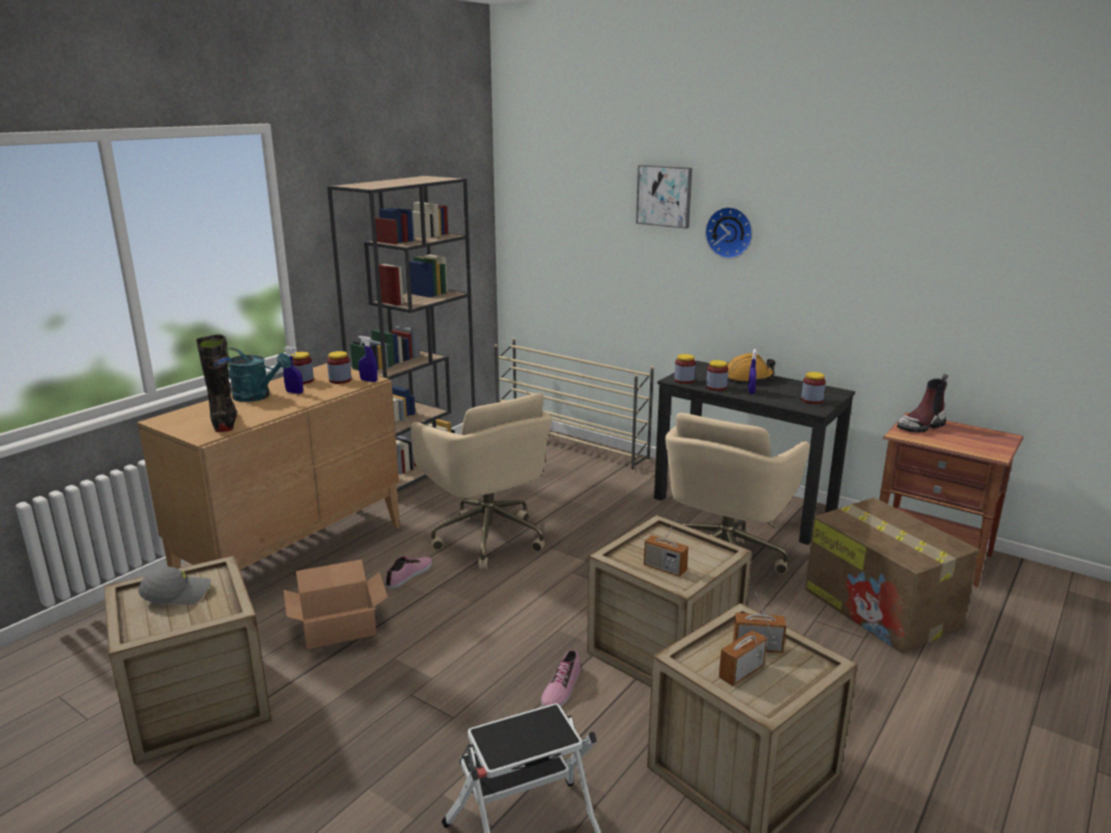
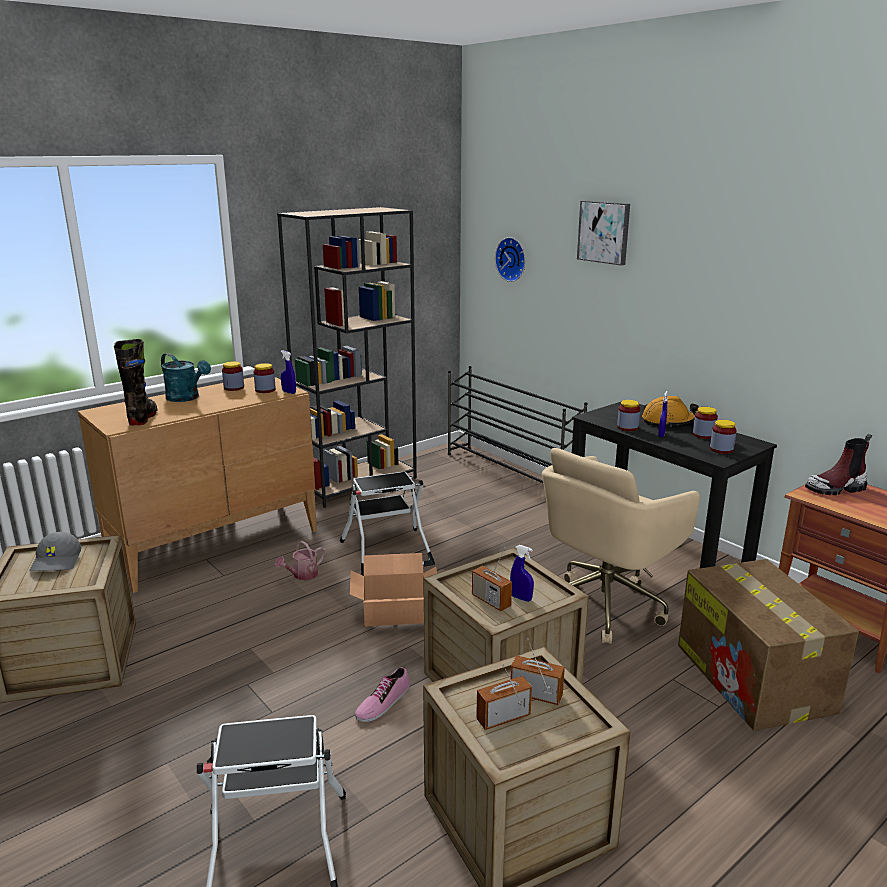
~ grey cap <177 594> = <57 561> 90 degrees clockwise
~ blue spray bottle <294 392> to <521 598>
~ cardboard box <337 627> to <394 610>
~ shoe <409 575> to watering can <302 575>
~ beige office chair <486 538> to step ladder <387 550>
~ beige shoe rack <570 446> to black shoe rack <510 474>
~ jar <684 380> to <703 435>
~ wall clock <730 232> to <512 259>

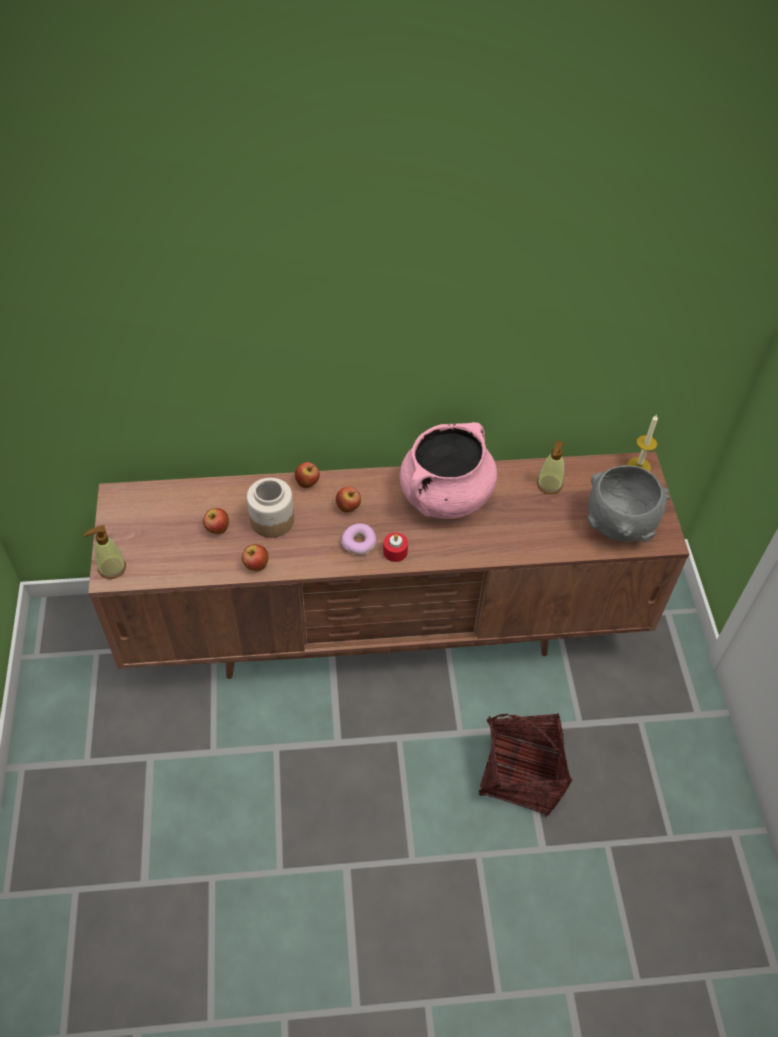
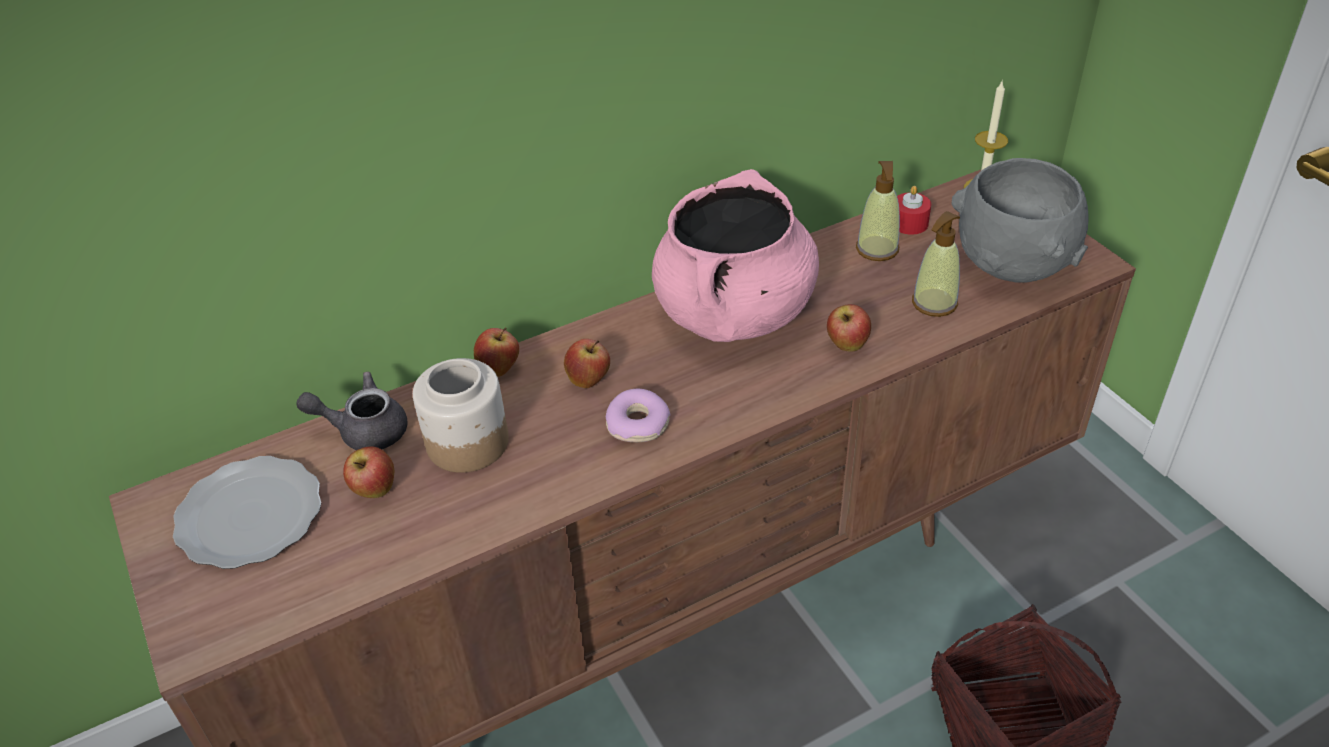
~ soap dispenser <111 568> to <934 303>
~ apple <256 565> to <847 345>
~ red candle <395 551> to <909 223>
+ plate <249 517>
+ grey teapot <364 430>

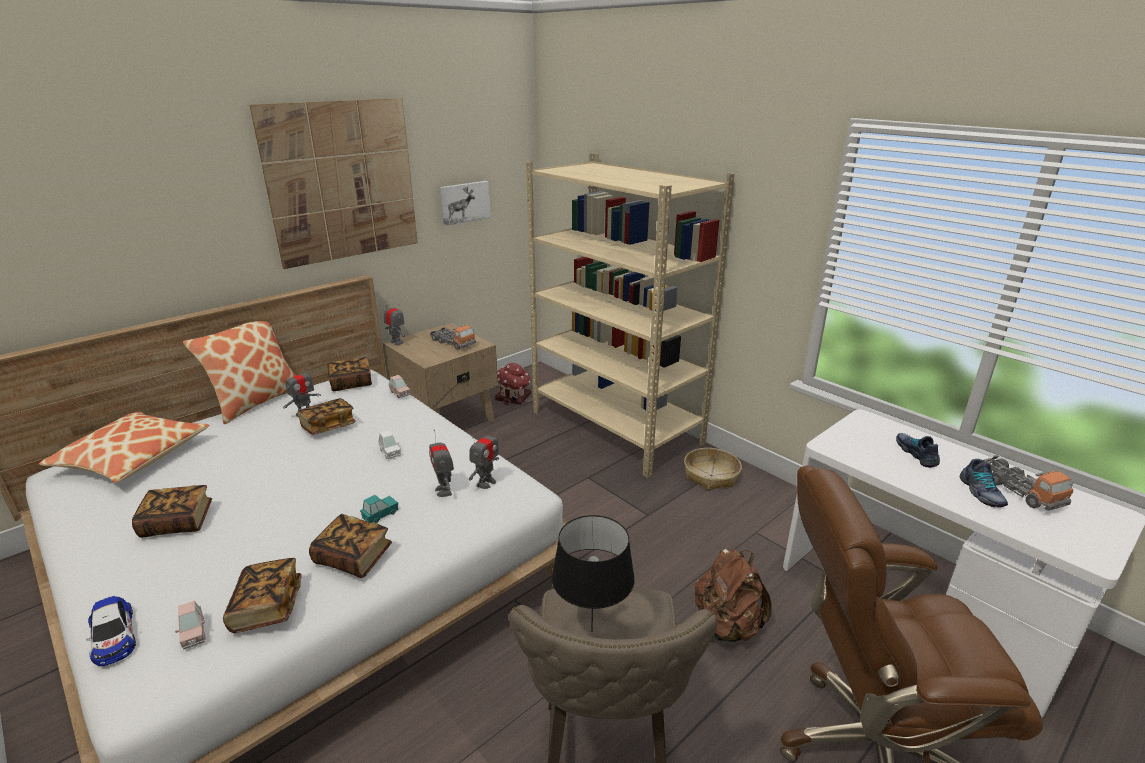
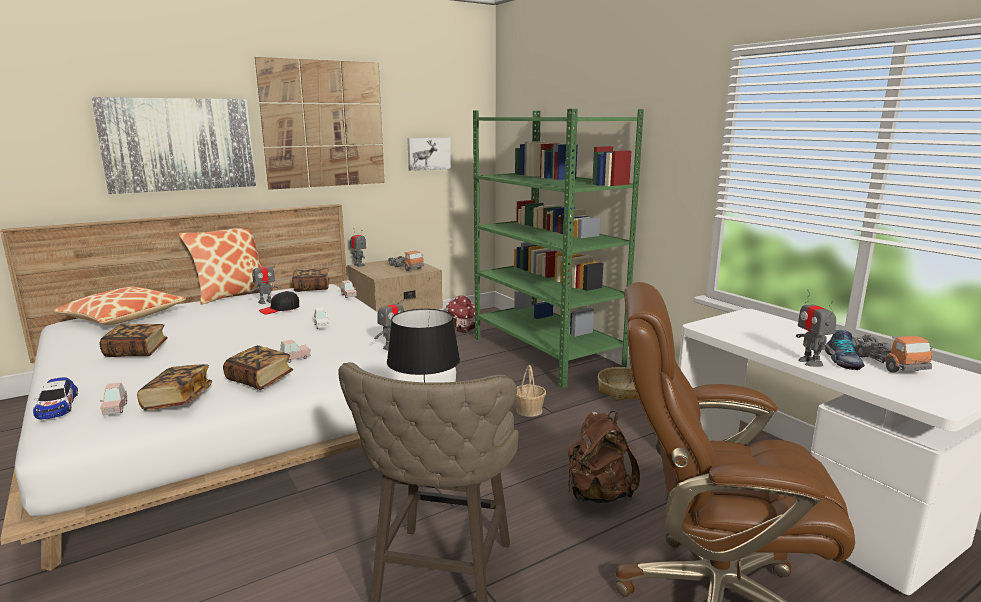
~ book <328 426> to black cap <280 309>
~ turquoise toy car <380 515> to pink toy car <295 358>
~ toy robot <444 491> to <810 362>
~ beige bookcase <615 427> to green bookcase <546 353>
- shoe <916 454>
+ picture <179 144>
+ basket <529 410>

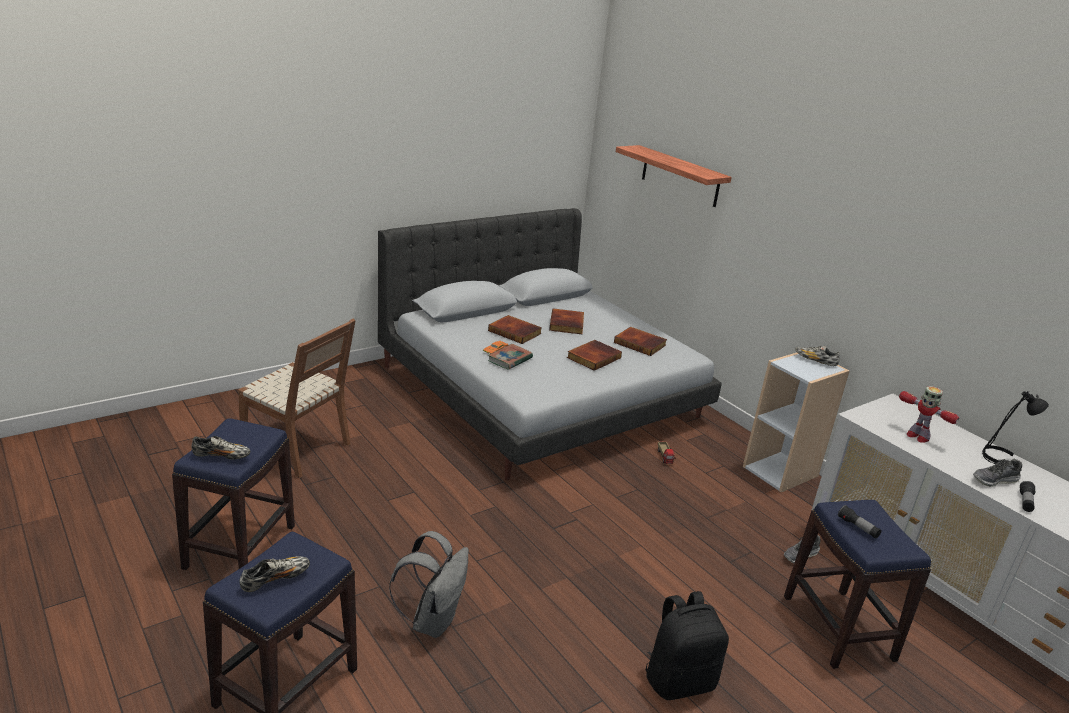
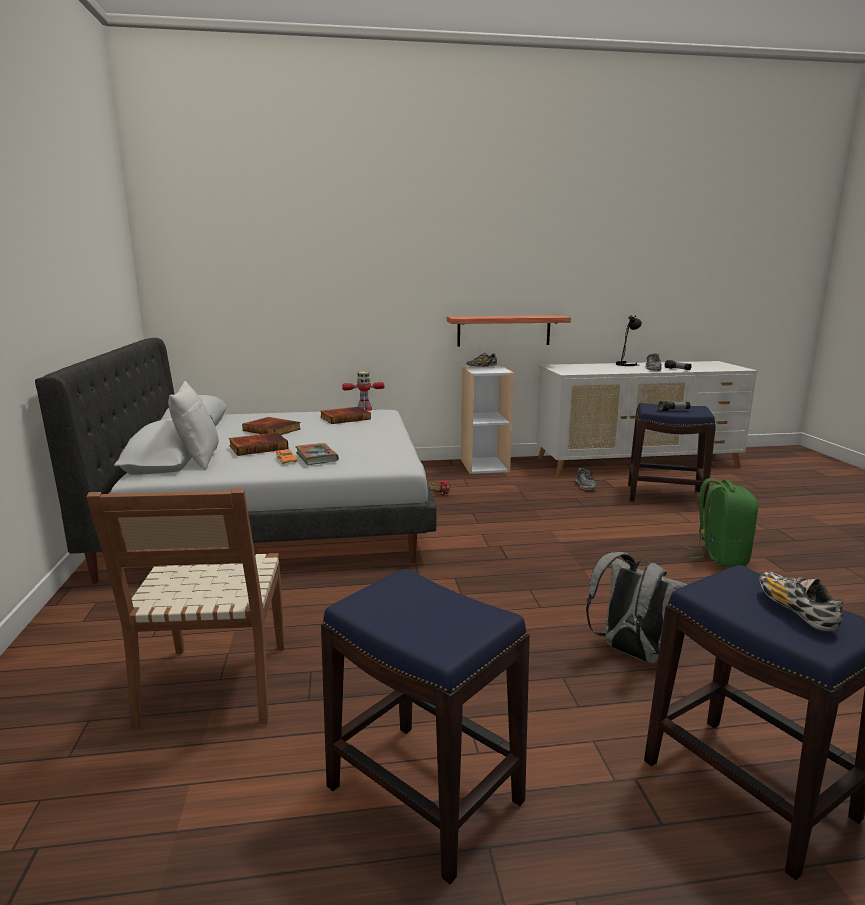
- shoe <221 456>
~ chair <299 450> = <214 691> 120 degrees clockwise
- book <593 357>
~ shelf <680 176> to <504 330>
~ black backpack <679 680> to green backpack <719 557>
~ toy robot <917 436> to <364 409>
+ grey pillow <198 459>

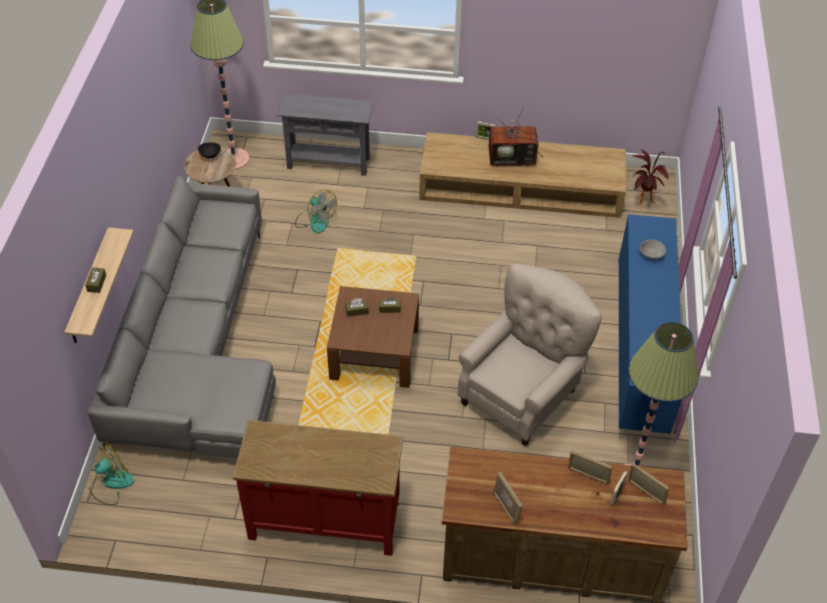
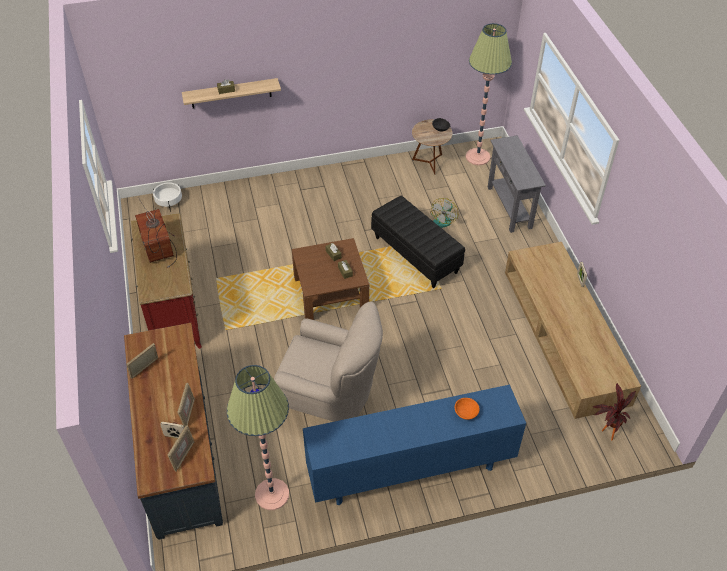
- grey sofa <196 347>
~ fan <111 483> to white planter <169 201>
~ television <513 158> to <159 248>
~ grey bowl <651 254> to orange bowl <466 412>
+ black ottoman <416 255>

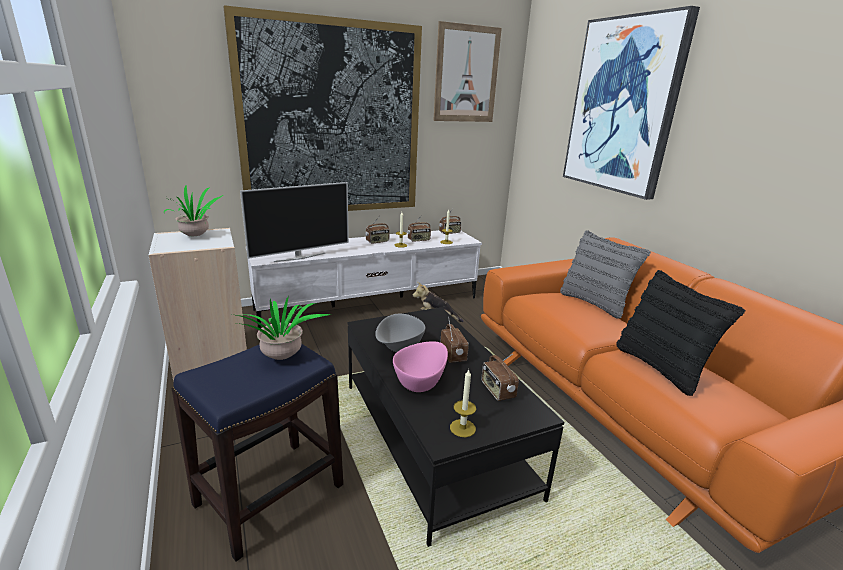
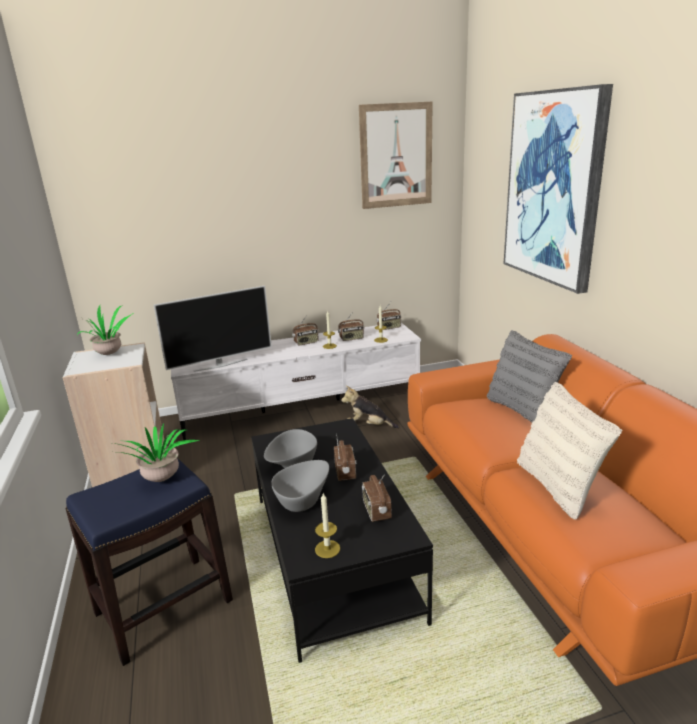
- picture <331 120>
~ pink bowl <421 381> to grey bowl <303 500>
~ black pillow <661 369> to beige pillow <559 488>

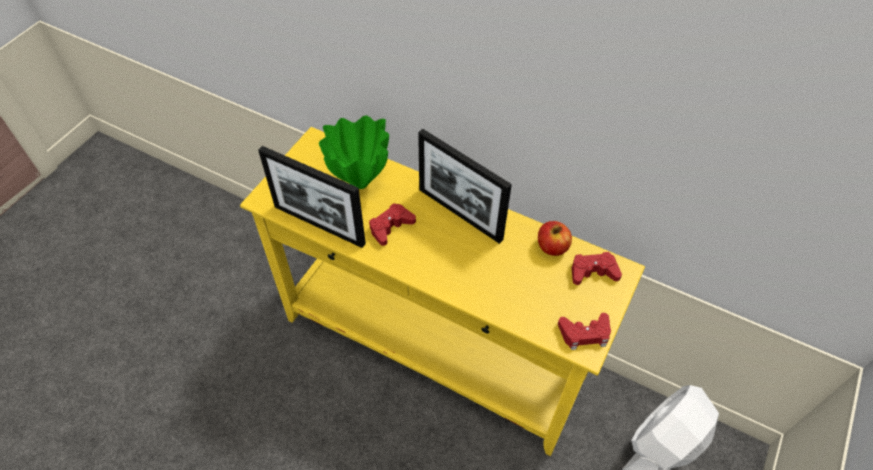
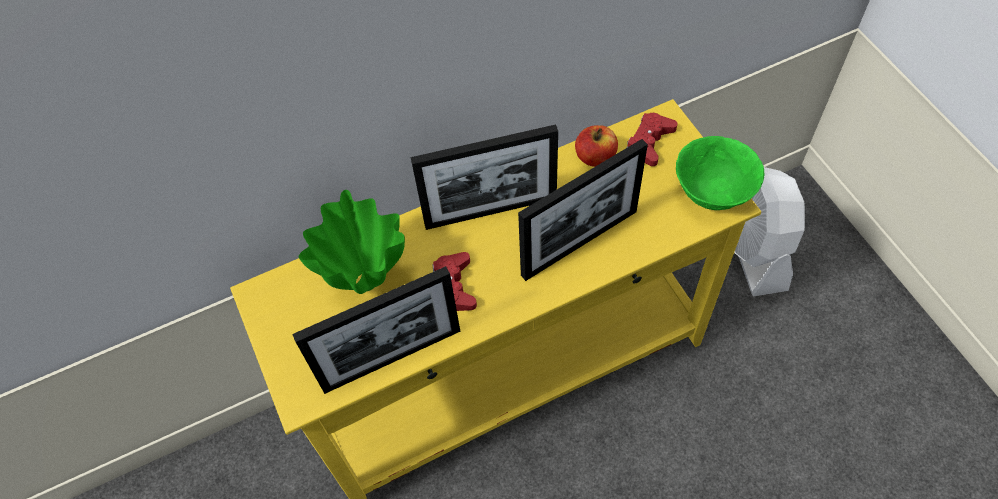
~ red game controller <584 334> to green bowl <713 194>
+ picture frame <579 243>

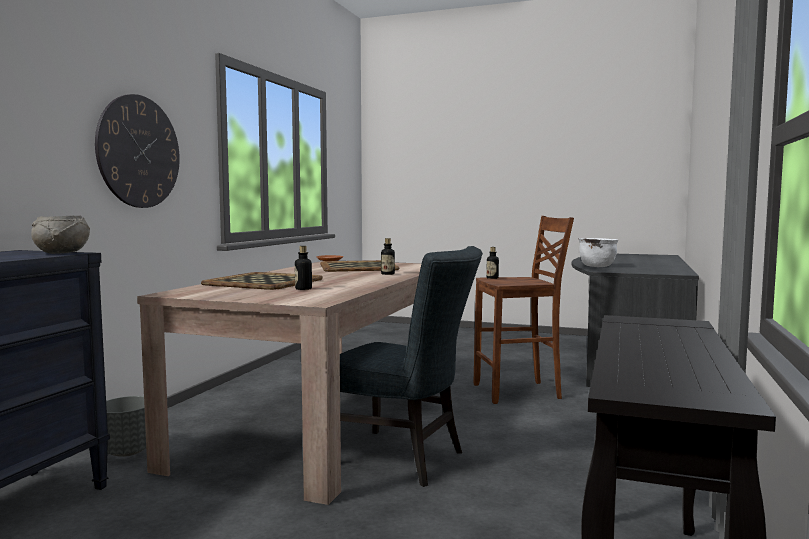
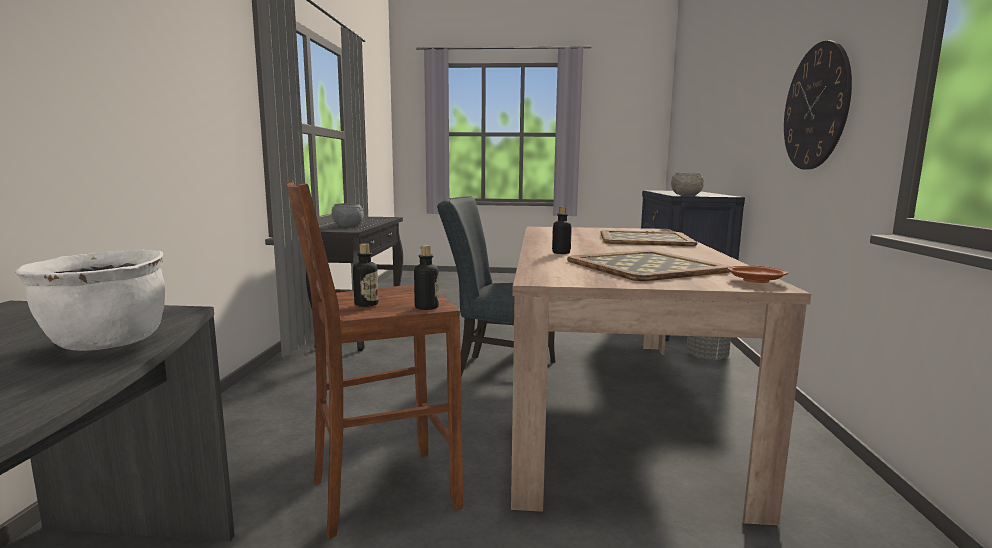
~ bottle <303 289> to <366 304>
+ grey bowl <347 226>

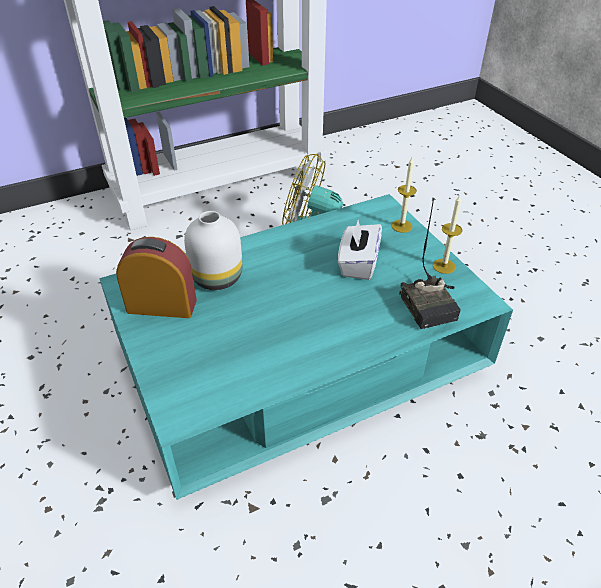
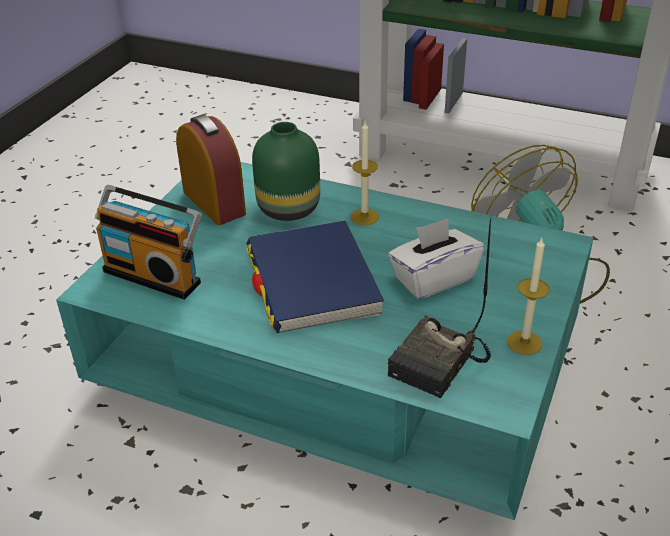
~ white vase <216 278> to green vase <287 209>
~ candle <401 226> to <364 217>
+ radio <155 274>
+ blue book <312 281>

